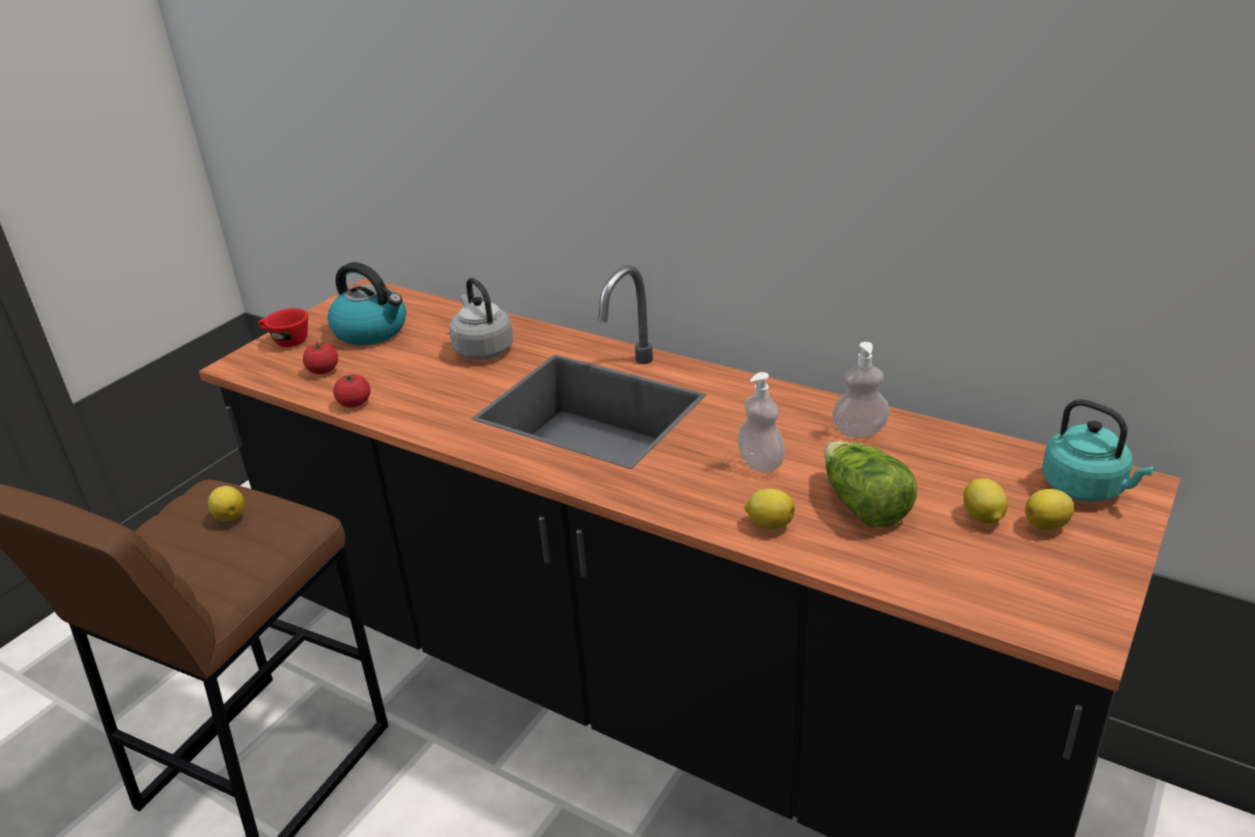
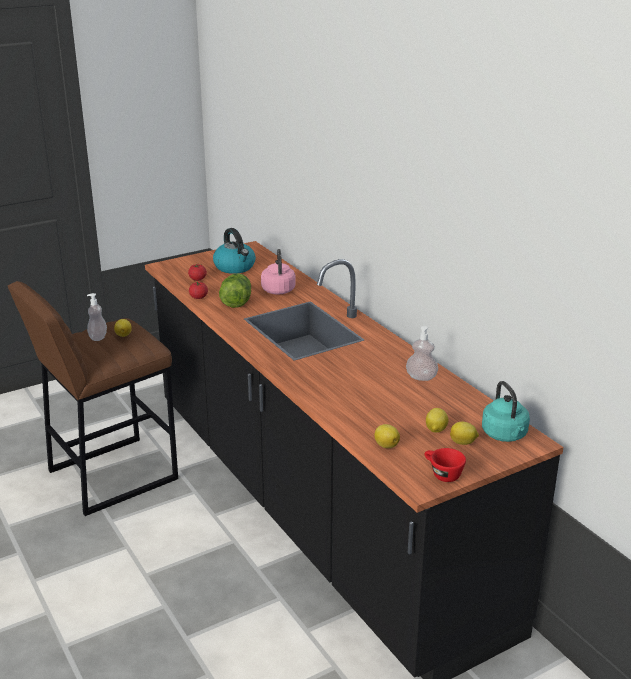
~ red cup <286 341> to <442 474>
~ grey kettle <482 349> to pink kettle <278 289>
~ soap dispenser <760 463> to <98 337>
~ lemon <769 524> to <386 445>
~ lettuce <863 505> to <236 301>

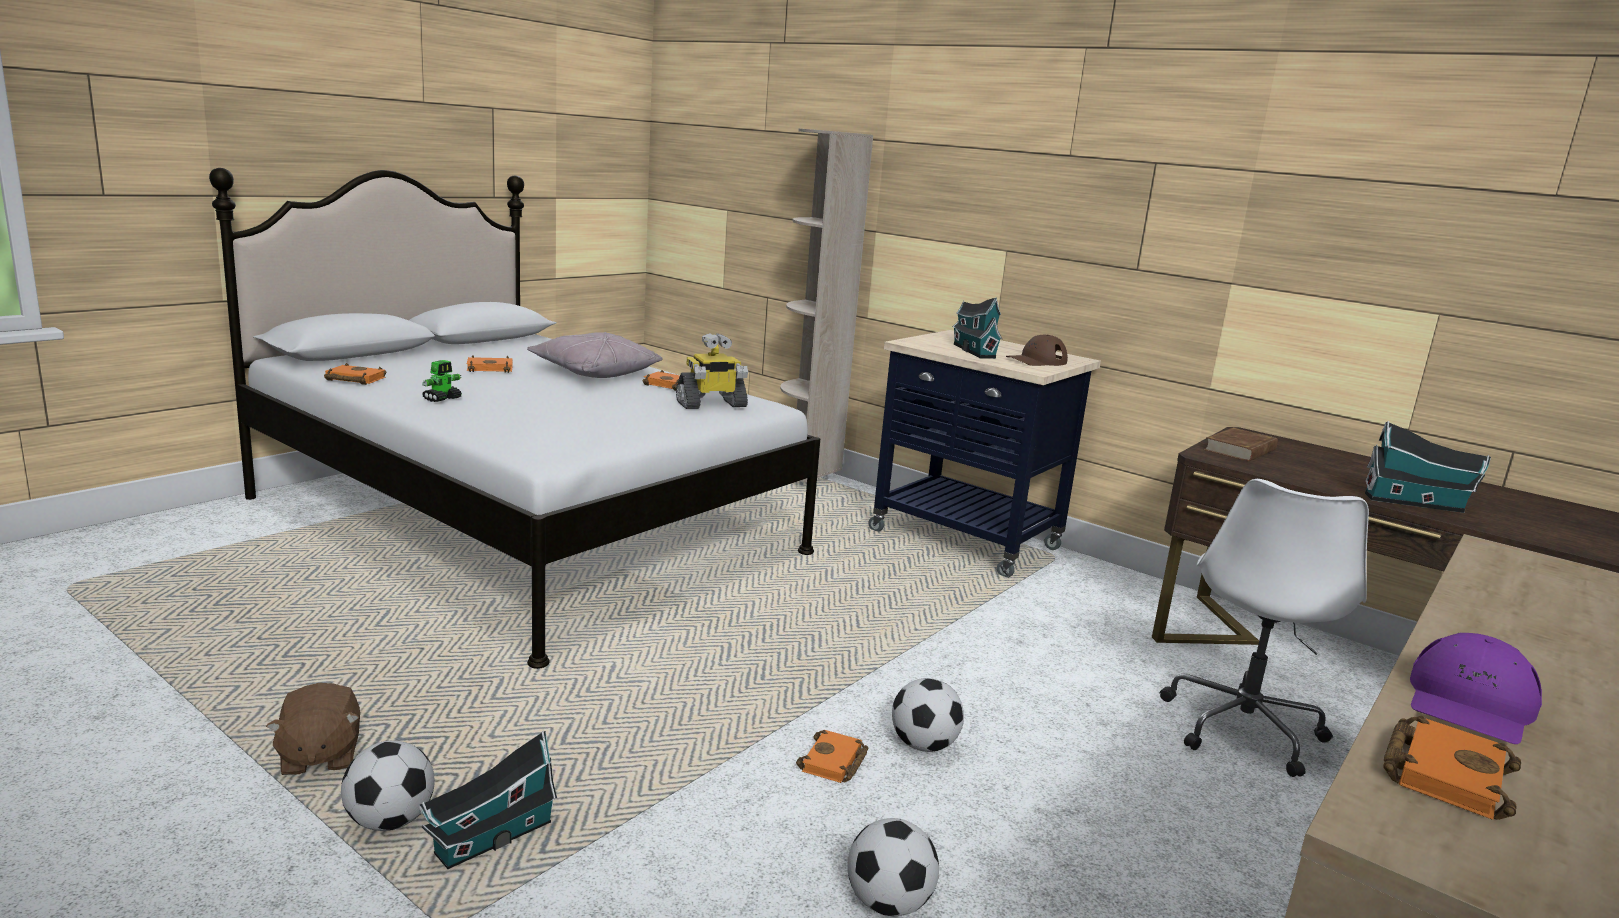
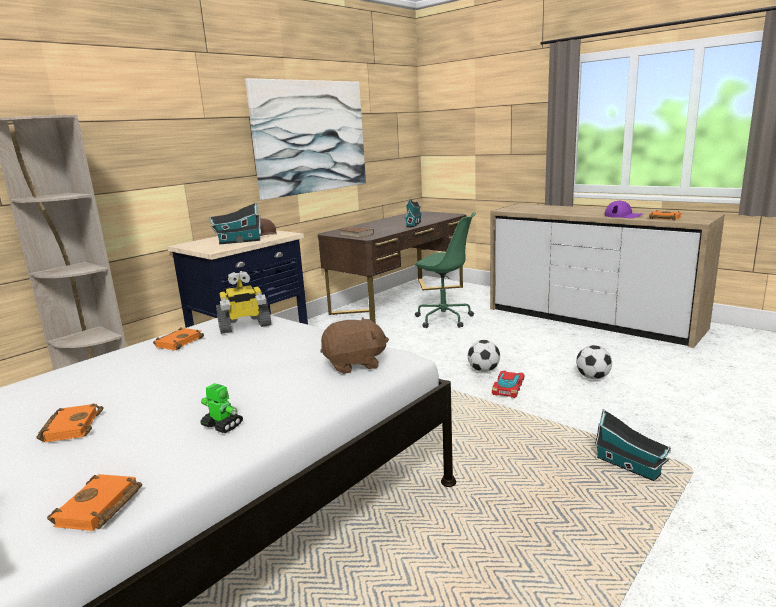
~ brown plush toy <319 757> to <355 364>
- football <390 821>
- purple pillow <594 372>
~ toy robot <711 404> = <244 326> 90 degrees clockwise
~ orange book <834 763> to toy car <508 388>
~ white office chair <1242 732> to green office chair <445 319>
+ picture <311 137>

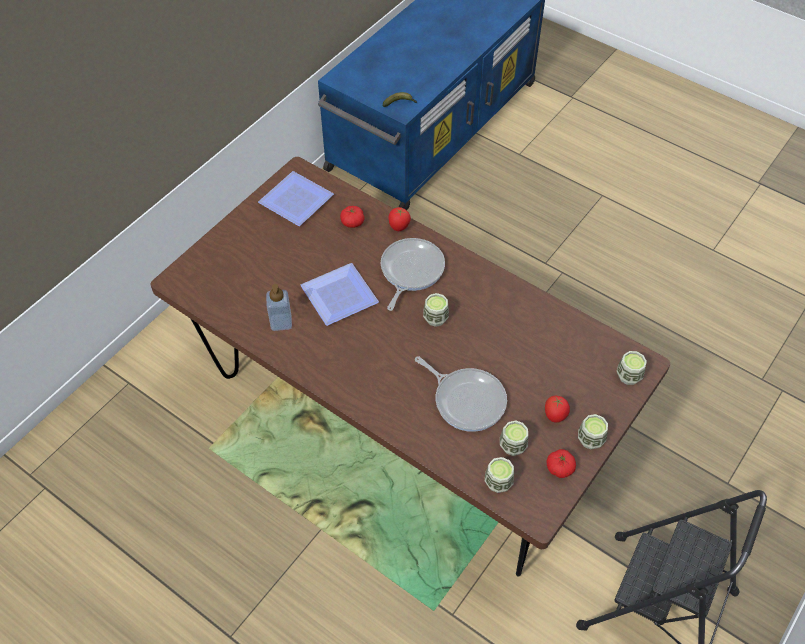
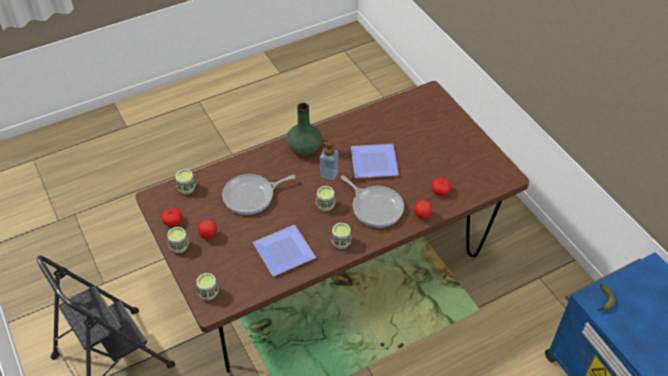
~ plate <293 201> to <285 250>
~ soap dispenser <281 322> to <329 174>
~ cup <513 446> to <341 242>
+ green vase <304 148>

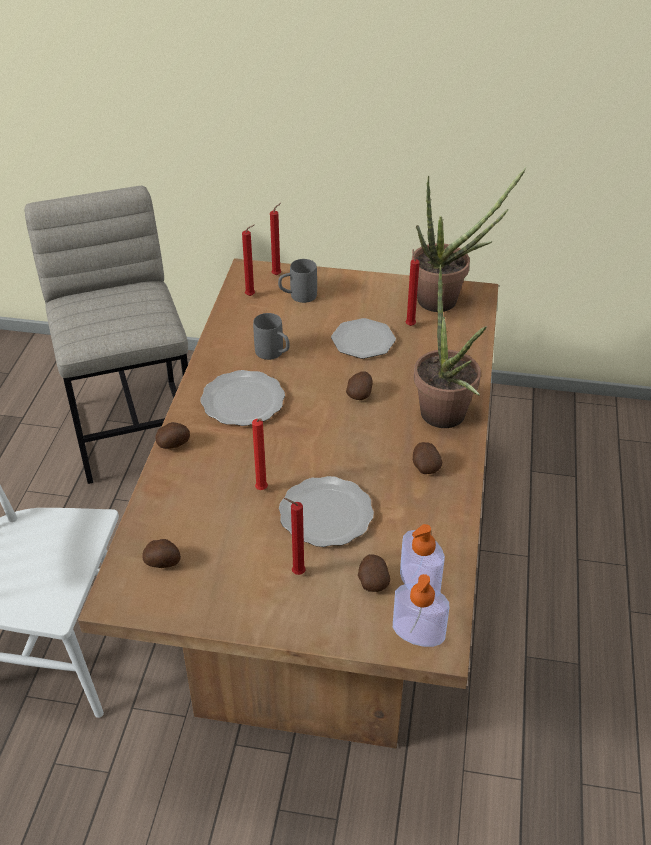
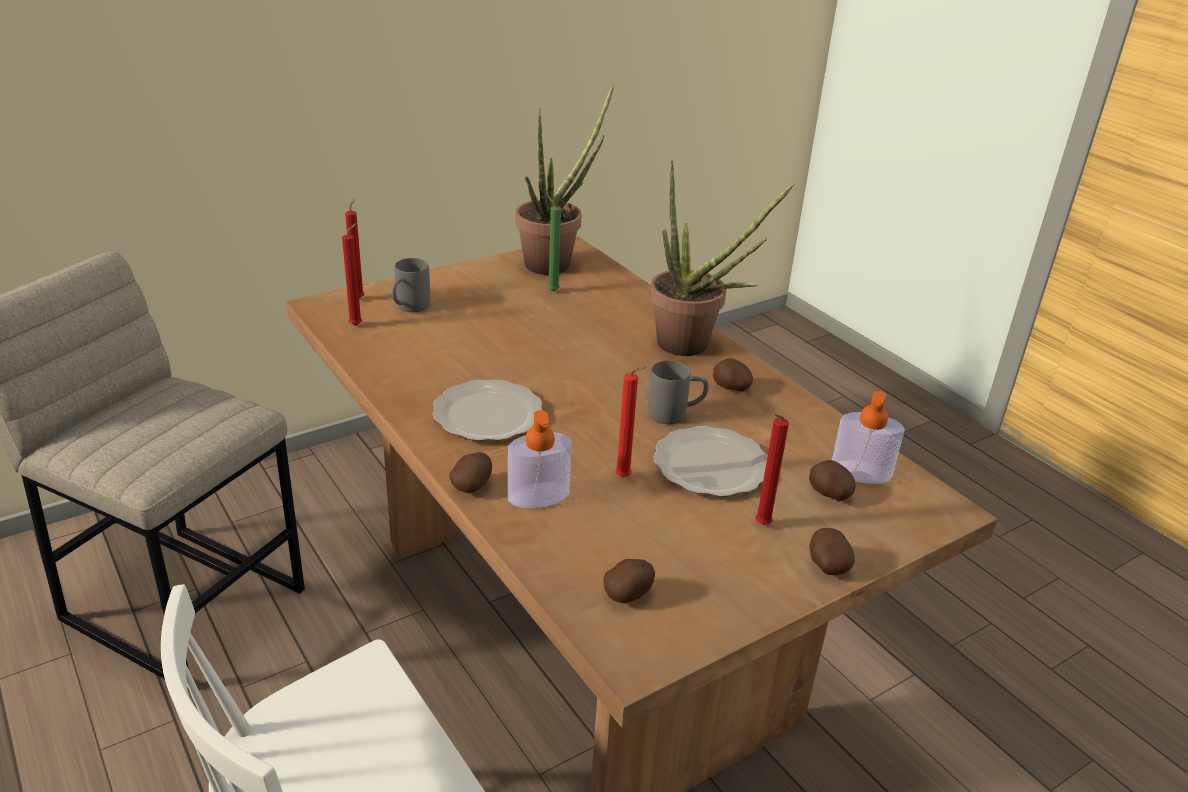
~ grey mug <274 354> to <676 414>
- plate <362 340>
~ potato <360 394> to <826 565>
~ soap dispenser <418 631> to <538 495>
~ red candle <410 324> to green candle <551 290>

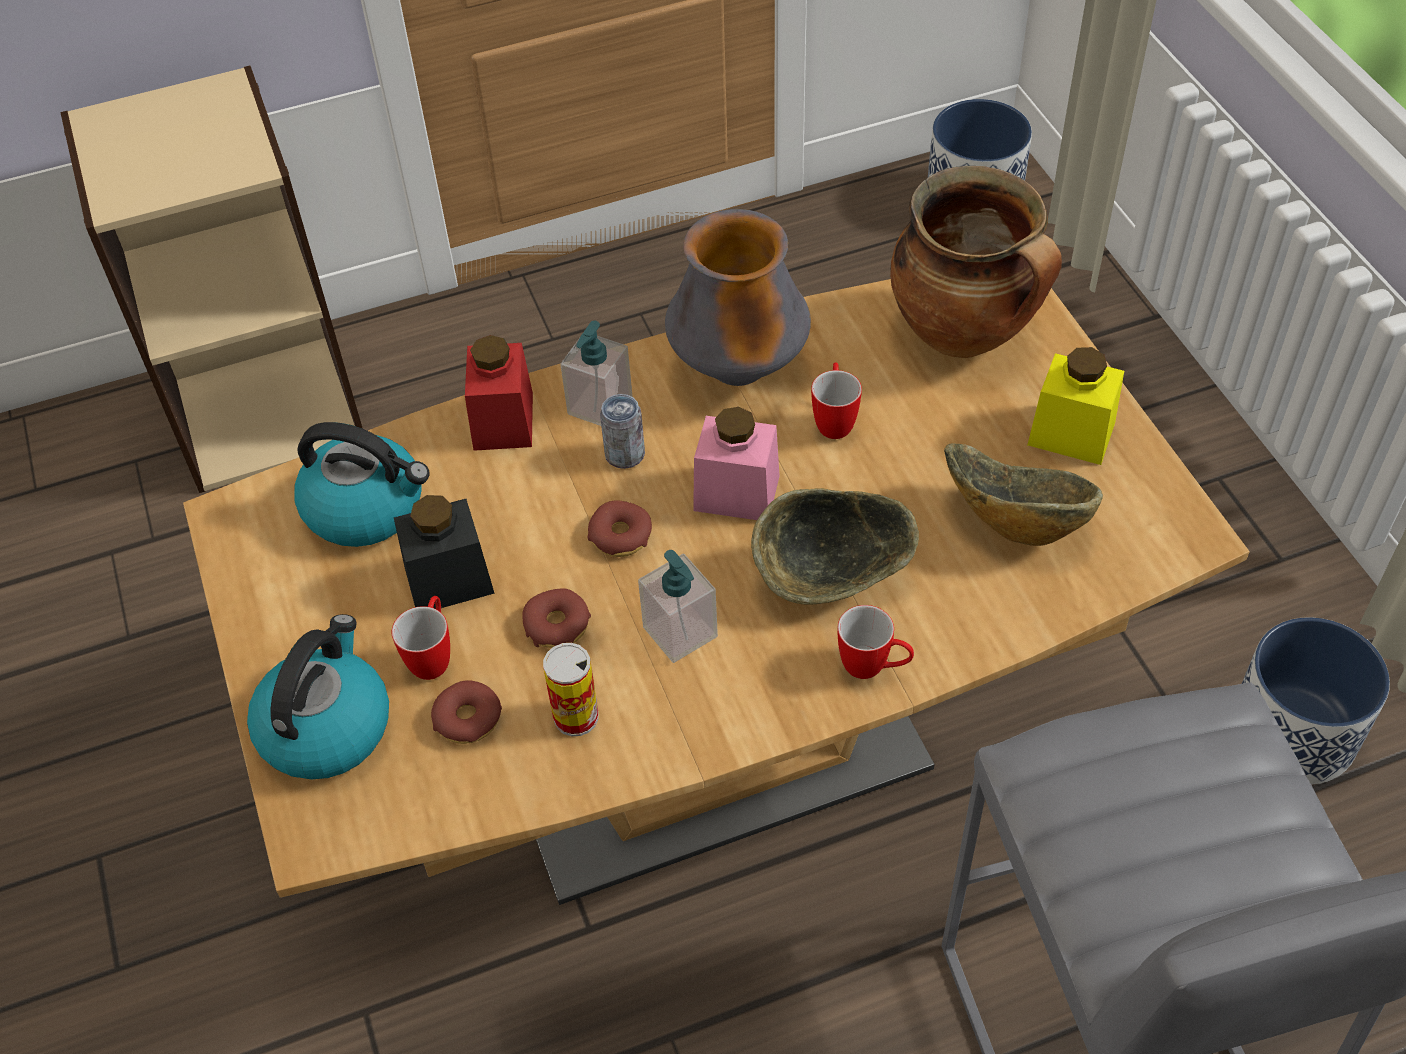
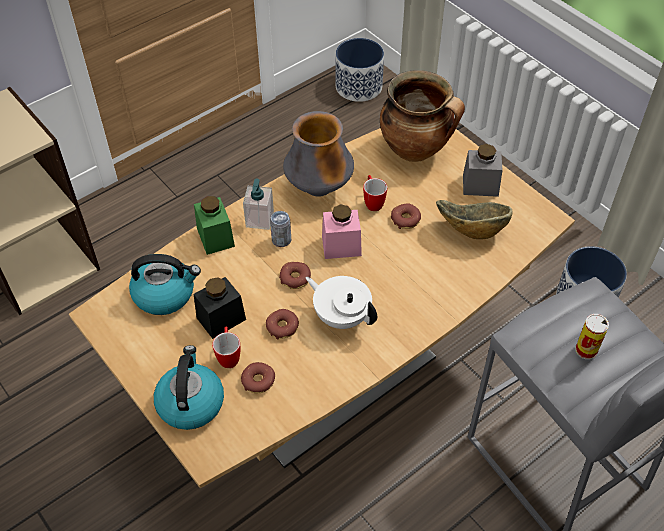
~ red jar <503 421> to green jar <215 237>
~ can <576 716> to <586 350>
~ soap dispenser <680 632> to white teapot <341 316>
- bowl <829 578>
- mug <873 668>
~ yellow jar <1071 434> to grey jar <480 185>
+ donut <405 219>

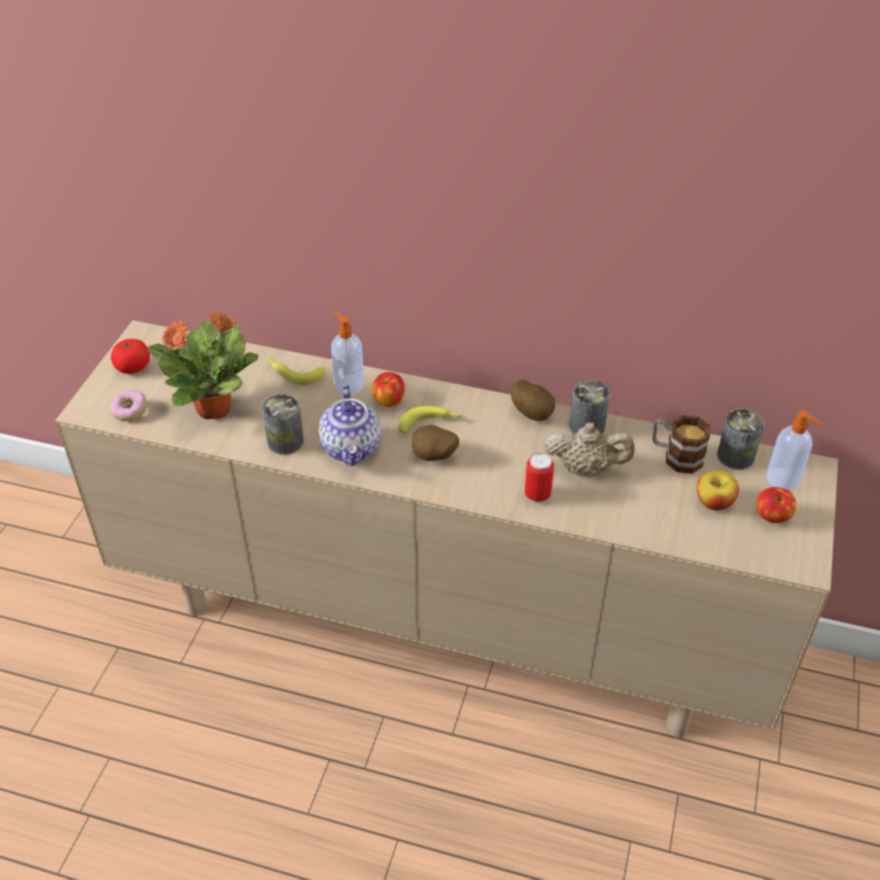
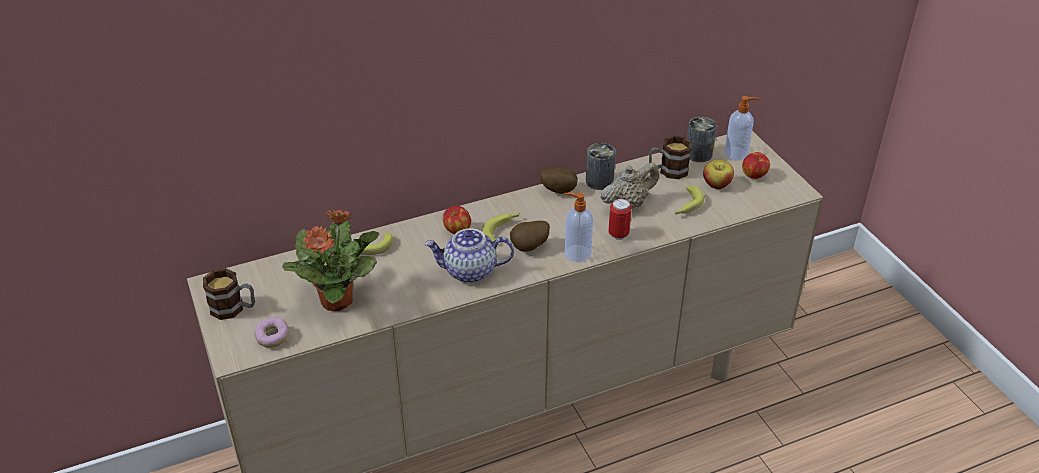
~ tomato <133 367> to mug <233 308>
- can <285 441>
~ teapot <352 448> = <469 271> 135 degrees clockwise
~ soap dispenser <348 384> to <576 253>
+ banana <686 206>

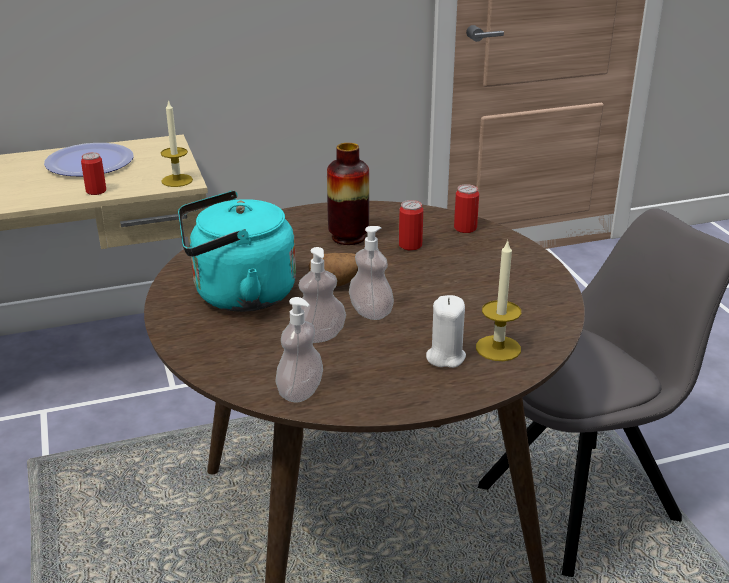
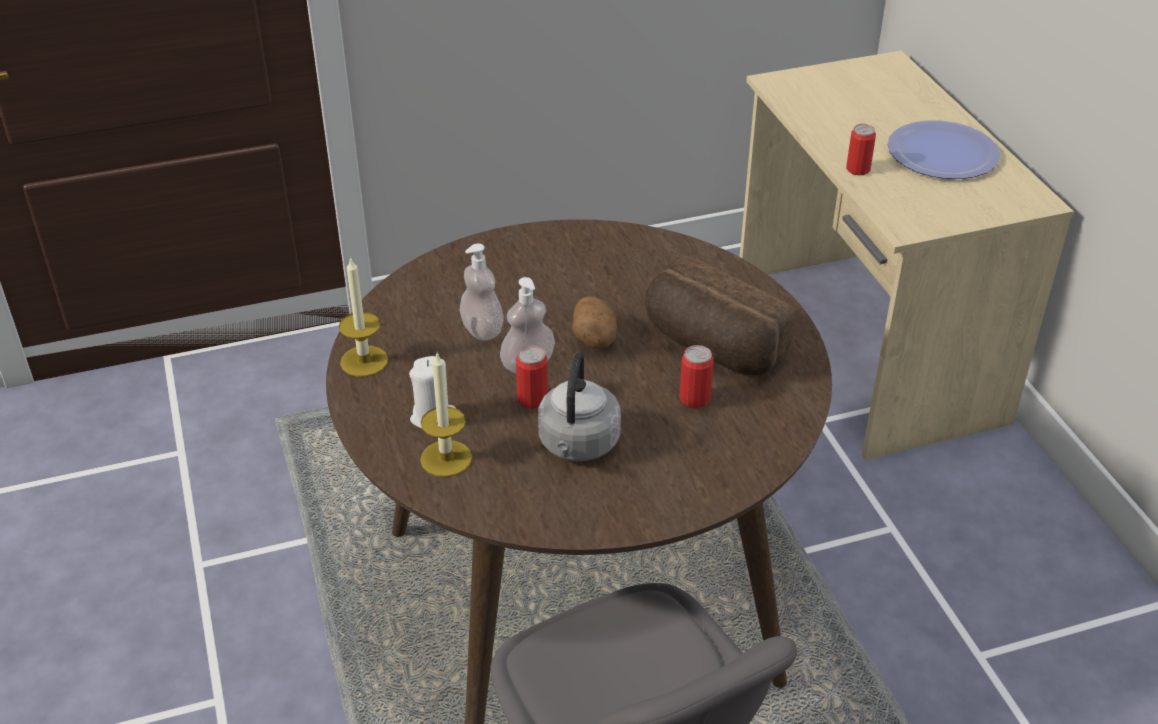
~ candle <177 180> to <364 361>
- turquoise kettle <238 295>
- soap dispenser <300 392>
~ vase <348 237> to bread <711 347>
~ can <465 228> to <532 399>
+ grey kettle <578 445>

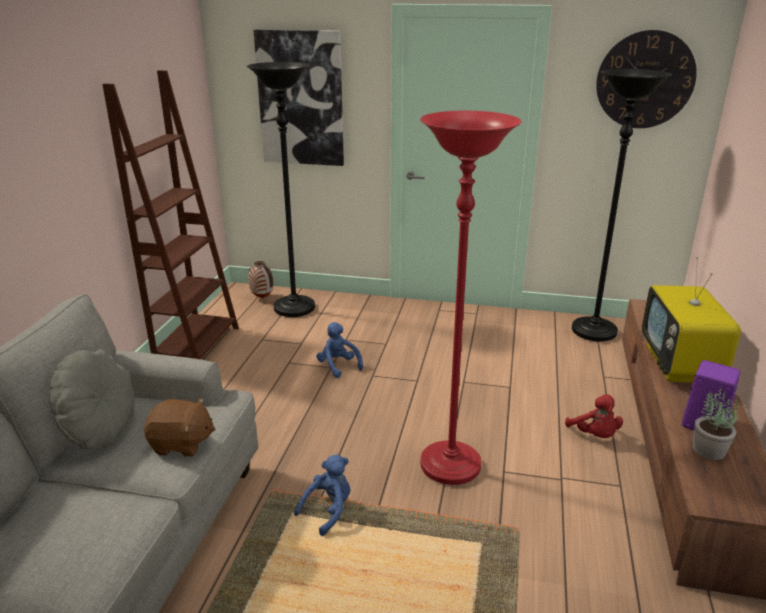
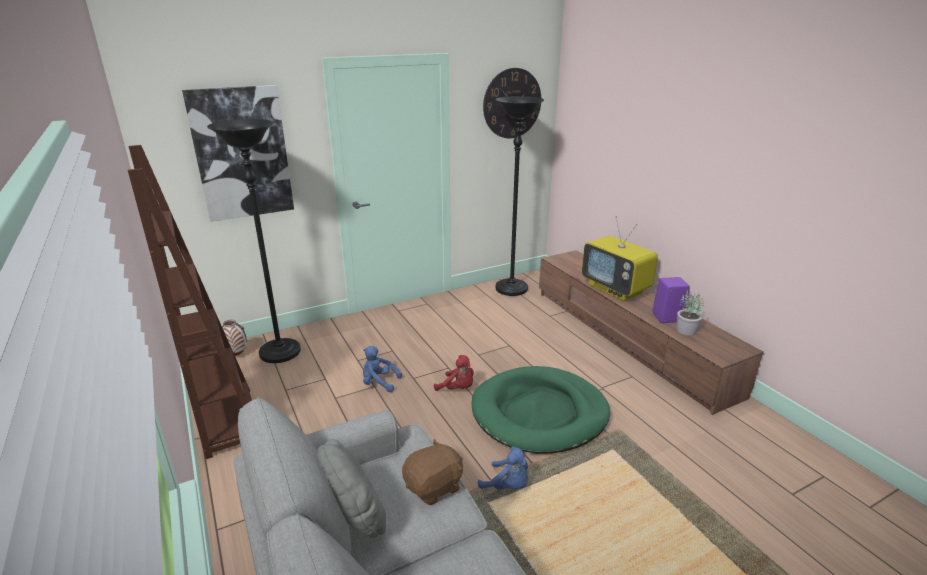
~ blue plush toy <328 510> = <507 486> 120 degrees clockwise
~ red floor lamp <450 466> to green dog bed <539 413>
~ red plush toy <594 435> to <457 388>

